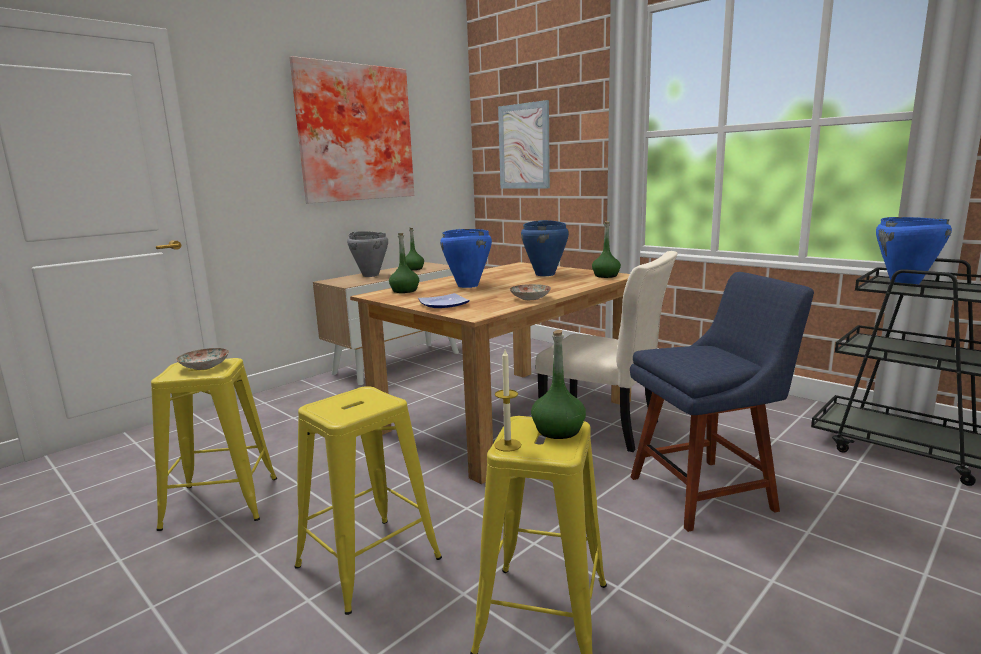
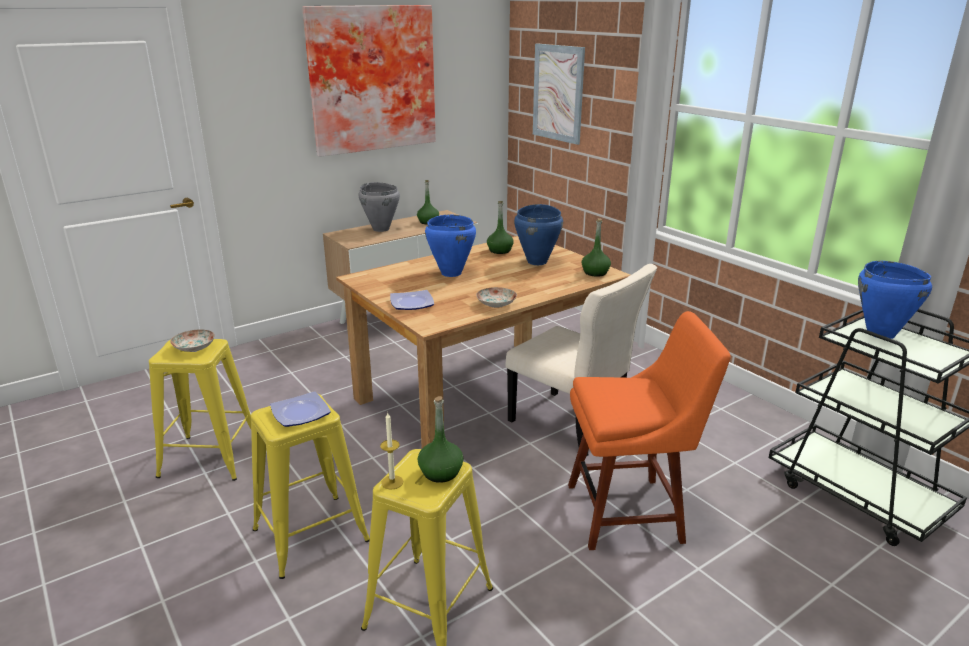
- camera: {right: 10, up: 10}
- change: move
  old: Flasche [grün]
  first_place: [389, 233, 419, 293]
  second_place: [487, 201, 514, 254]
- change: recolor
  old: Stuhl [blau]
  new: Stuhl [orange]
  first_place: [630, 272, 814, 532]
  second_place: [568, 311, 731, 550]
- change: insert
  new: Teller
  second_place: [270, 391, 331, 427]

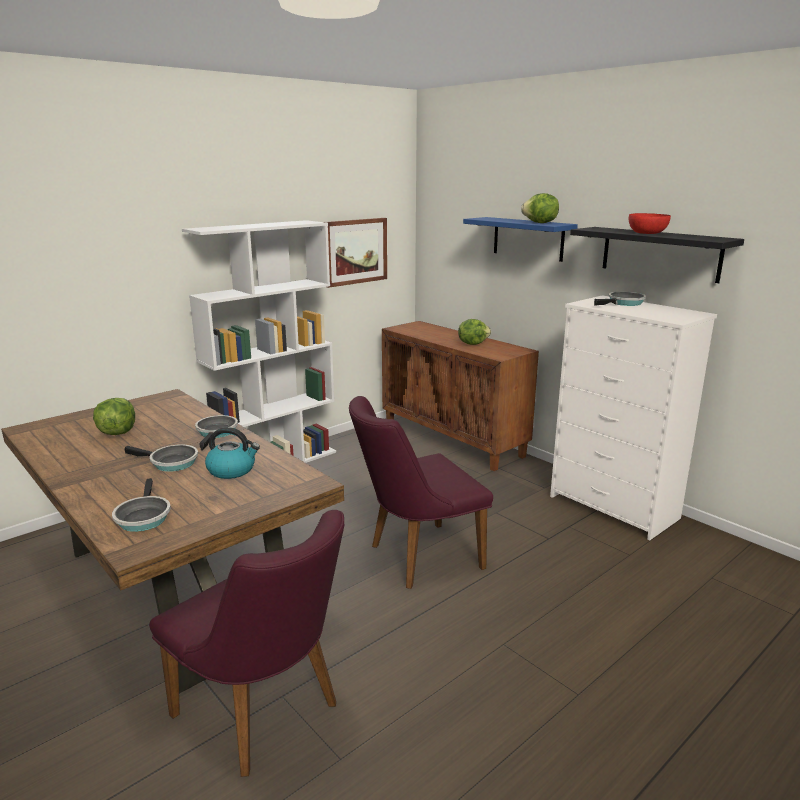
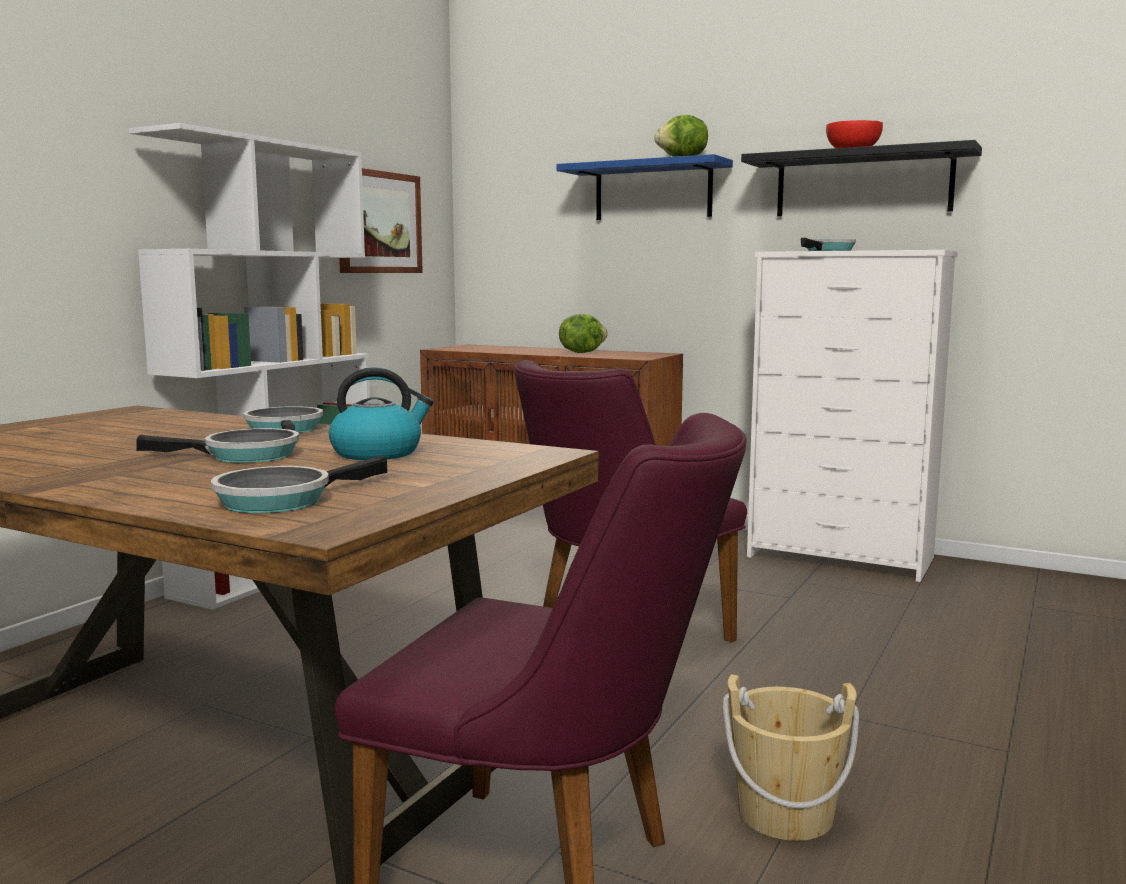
- camera: {right: -20, up: -10}
- change: delete
  old: Salatkopf
  first_place: [93, 398, 135, 435]
- change: rotate
  old: Pfanne
  first_place: [112, 478, 171, 532]
  second_place: [211, 455, 387, 513]
  degrees: 75
- change: insert
  new: Eimer [beige]
  second_place: [723, 674, 859, 841]

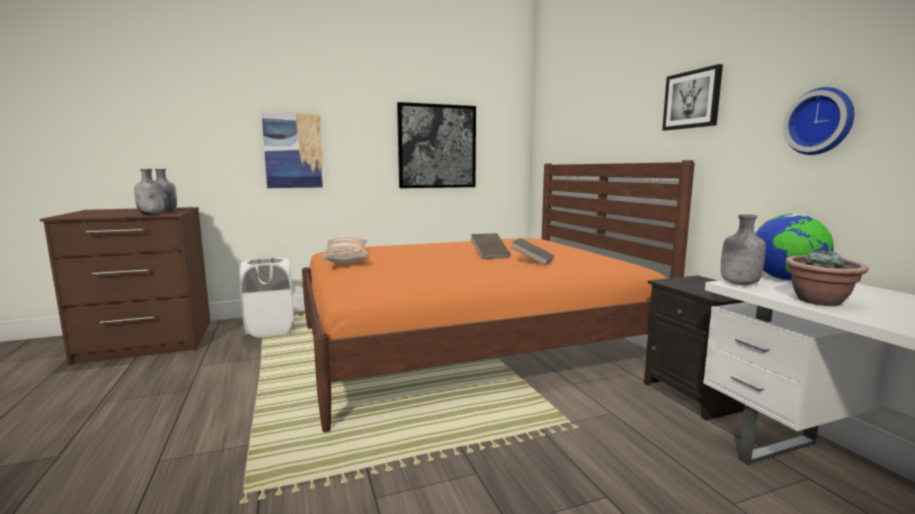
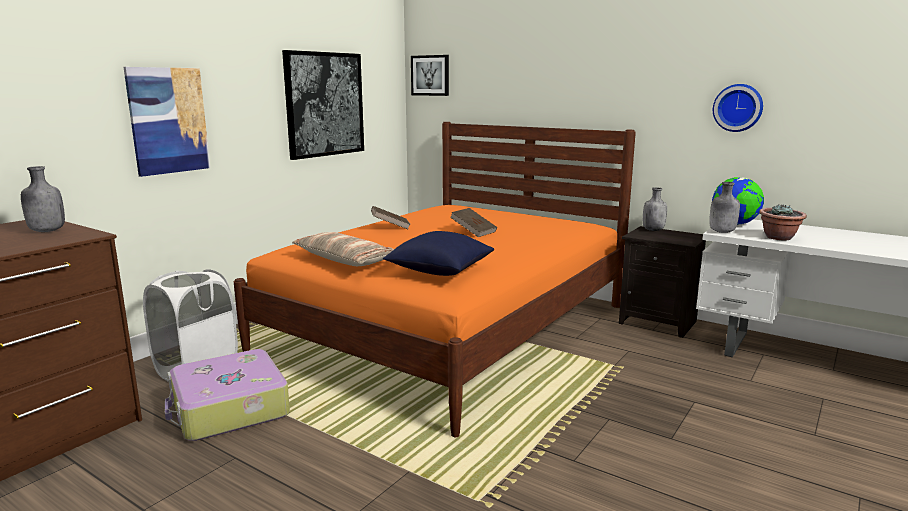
- camera: {right: -35, up: 5}
- change: move
  old: Flasche [grau]
  first_place: [134, 169, 164, 215]
  second_place: [643, 187, 667, 231]
- change: move
  old: Buch [braun]
  first_place: [511, 238, 554, 266]
  second_place: [371, 206, 410, 229]
- change: move
  old: Bild
  first_place: [662, 64, 723, 131]
  second_place: [411, 55, 449, 96]
- change: insert
  new: Koffer
  second_place: [165, 349, 290, 441]
- change: insert
  new: Kissen [blau]
  second_place: [383, 231, 494, 276]

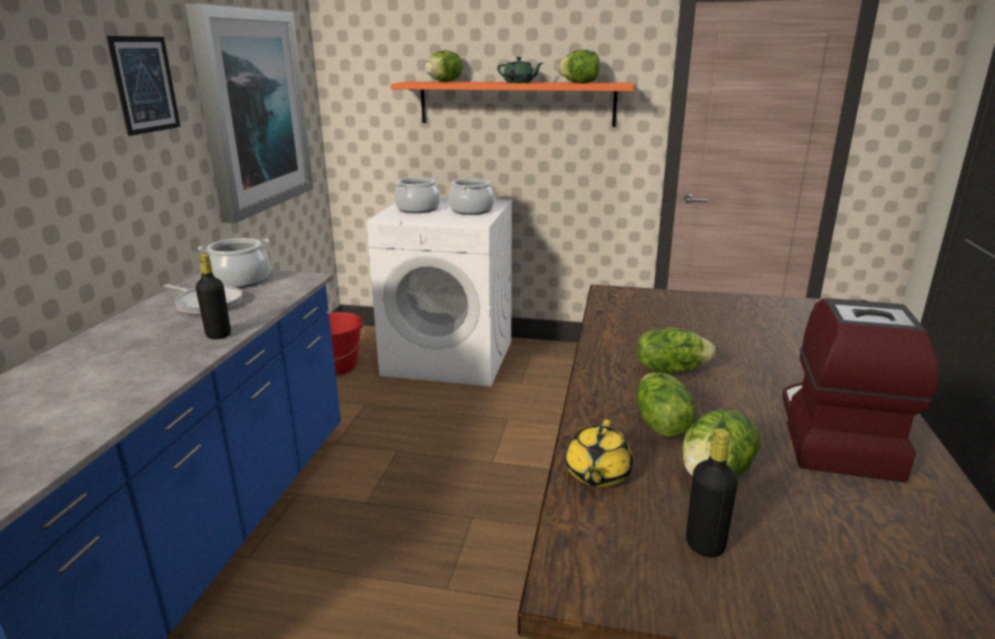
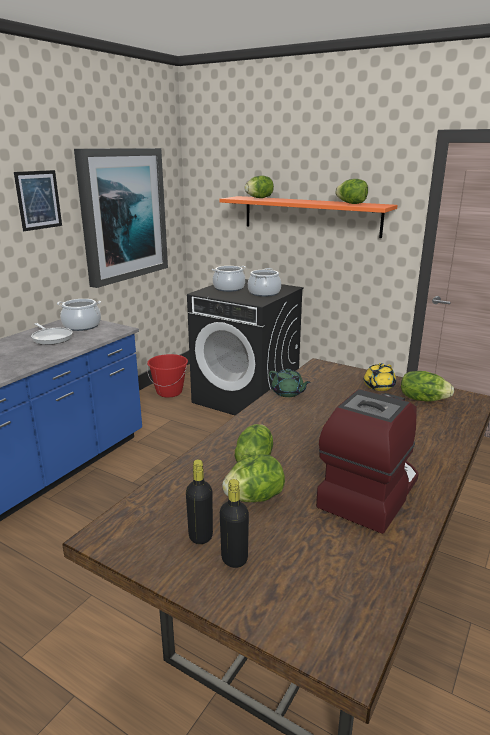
- camera: {right: 20, up: 0}
- change: move
  old: Flasche [schwarz]
  first_place: [196, 254, 231, 339]
  second_place: [220, 479, 249, 568]
- change: recolor
  old: Waschmaschine [weiß]
  new: Waschmaschine [schwarz]
  first_place: [367, 197, 512, 387]
  second_place: [187, 279, 304, 415]
- change: move
  old: Teekanne [grün]
  first_place: [497, 57, 543, 83]
  second_place: [269, 369, 311, 397]
- change: move
  old: Teekanne [gelb]
  first_place: [566, 420, 633, 487]
  second_place: [364, 363, 396, 391]
- change: move
  old: Salatkopf
  first_place: [637, 327, 716, 373]
  second_place: [401, 371, 454, 401]

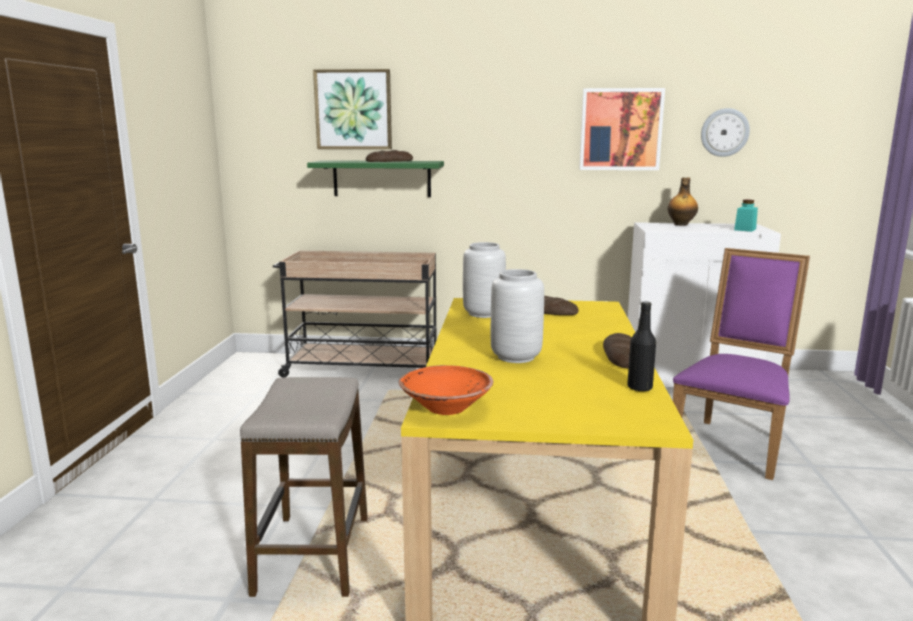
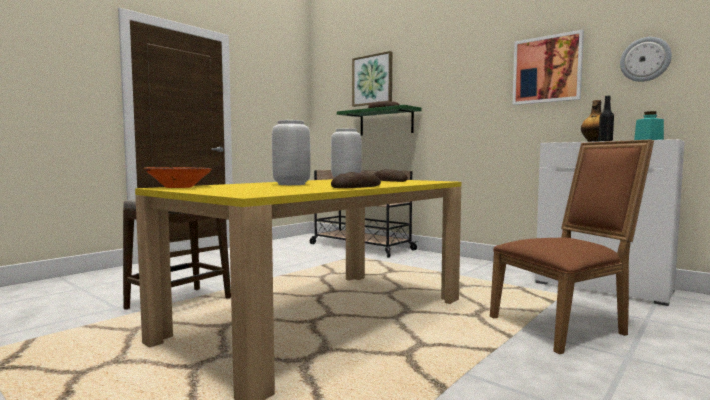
- camera: {right: 35, up: -10}
- change: move
  old: Flasche [schwarz]
  first_place: [627, 301, 656, 391]
  second_place: [598, 96, 614, 141]
- change: recolor
  old: Stuhl [lila]
  new: Stuhl [braun]
  first_place: [673, 248, 810, 480]
  second_place: [490, 139, 654, 354]

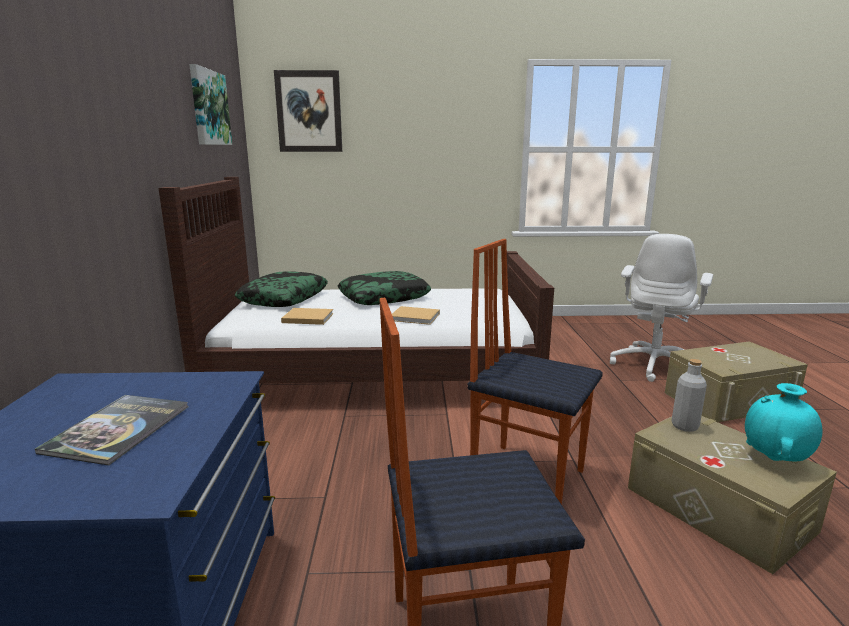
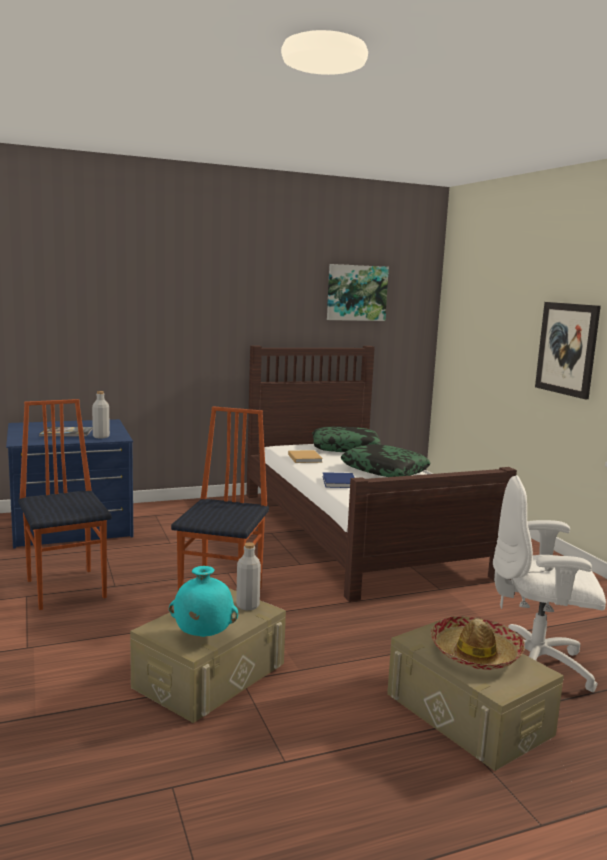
- camera: {right: 70, up: -5}
- change: move
  old: Bild
  first_place: [274, 70, 342, 152]
  second_place: [535, 302, 601, 399]
- change: recolor
  old: Buch [beige]
  new: Buch [blau]
  first_place: [392, 306, 440, 325]
  second_place: [322, 472, 355, 488]
- change: insert
  new: Flasche [grau]
  second_place: [92, 391, 110, 438]
- change: insert
  new: Hut
  second_place: [430, 616, 525, 670]

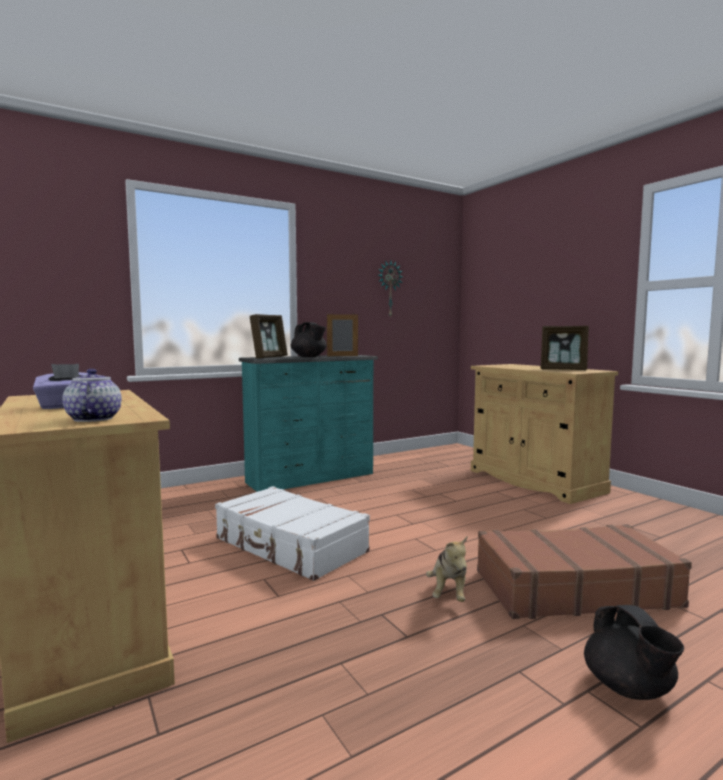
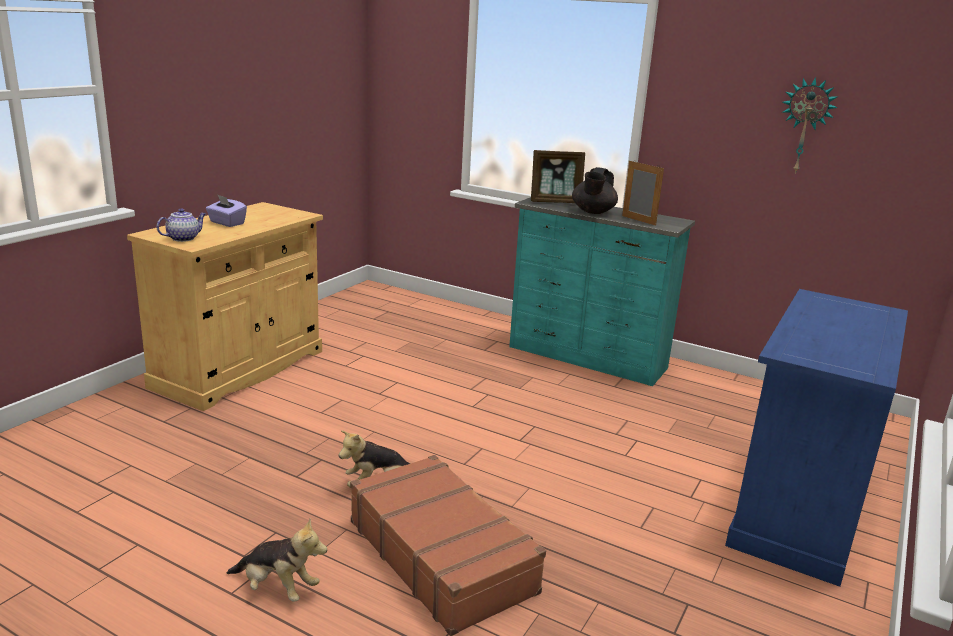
- camera: {right: 60, up: 15}
- change: delete
  old: Koffer [weiß]
  first_place: [215, 486, 370, 581]
- change: recolor
  old: Schrank [beige]
  new: Schrank [blau]
  first_place: [471, 364, 618, 504]
  second_place: [725, 289, 908, 587]
- change: delete
  old: Bilderrahmen
  first_place: [541, 326, 589, 370]
- change: replace
  old: Teekanne [schwarz]
  new: Plüschtier
  first_place: [584, 605, 684, 700]
  second_place: [227, 519, 327, 602]

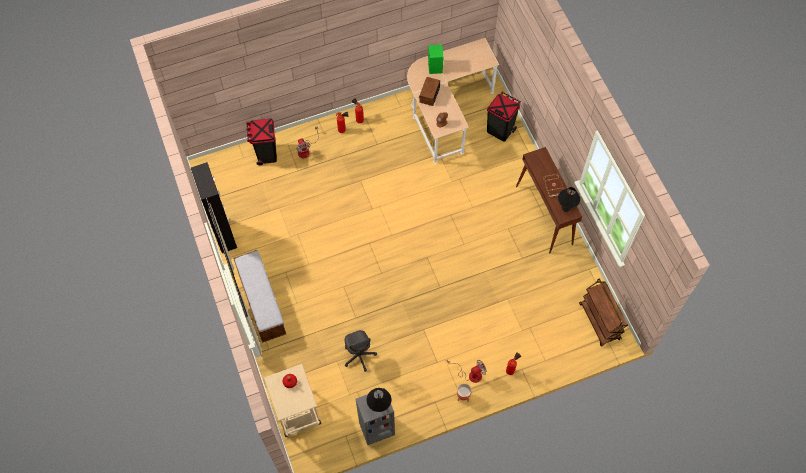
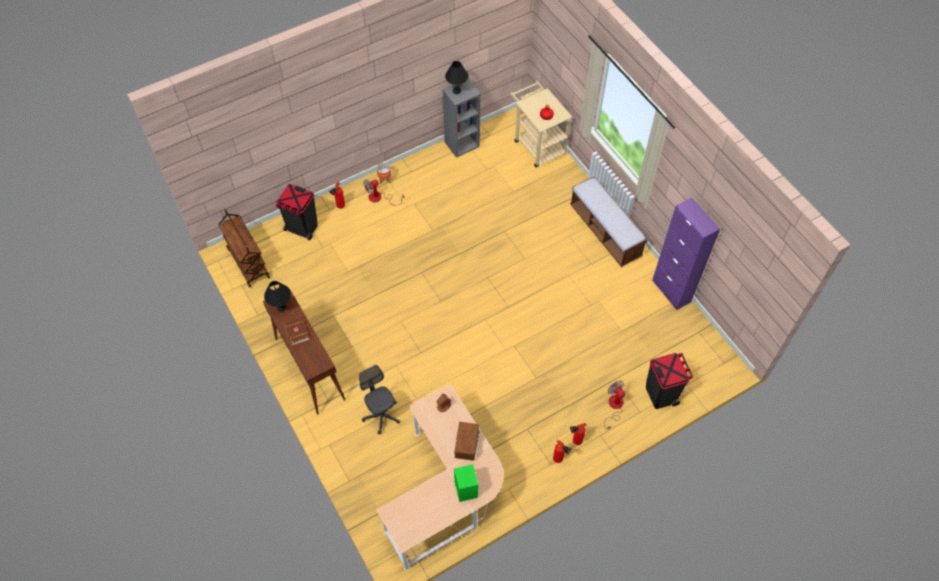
- camera: {right: 170, up: -5}
- change: recolor
  old: Schrank [schwarz]
  new: Schrank [lila]
  first_place: [191, 162, 237, 253]
  second_place: [652, 198, 720, 310]
- change: move
  old: Bürostuhl [grau]
  first_place: [344, 330, 377, 372]
  second_place: [359, 365, 400, 435]
- change: move
  old: Mülleimer [schwarz]
  first_place: [487, 91, 521, 142]
  second_place: [275, 184, 318, 240]

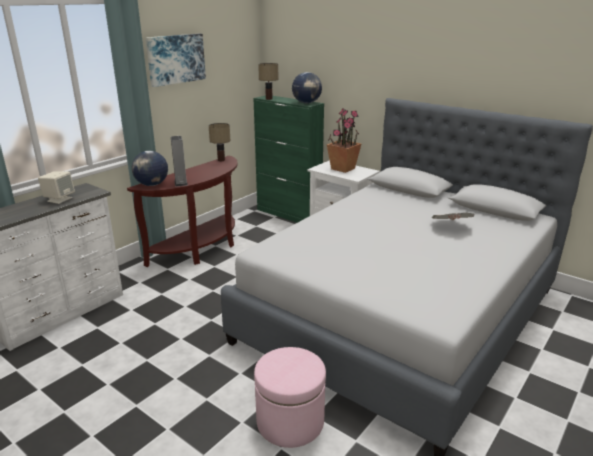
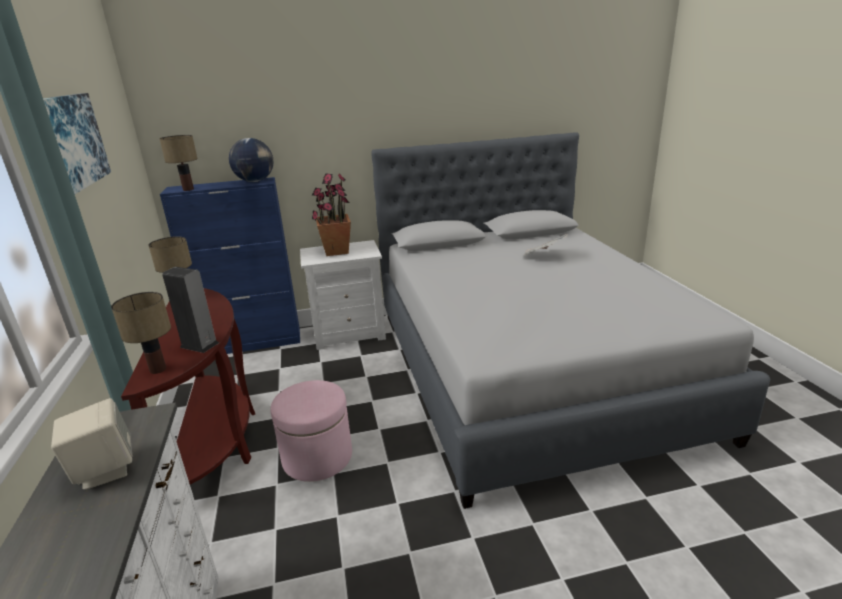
- camera: {right: -50, up: 0}
- change: replace
  old: Globus
  new: Tischlampe
  first_place: [132, 151, 168, 186]
  second_place: [111, 292, 171, 374]
- change: recolor
  old: Schrank [grün]
  new: Schrank [blau]
  first_place: [253, 96, 324, 223]
  second_place: [160, 177, 300, 354]
- change: move
  old: Polsterhocker [rosa]
  first_place: [254, 347, 326, 448]
  second_place: [270, 380, 352, 482]

